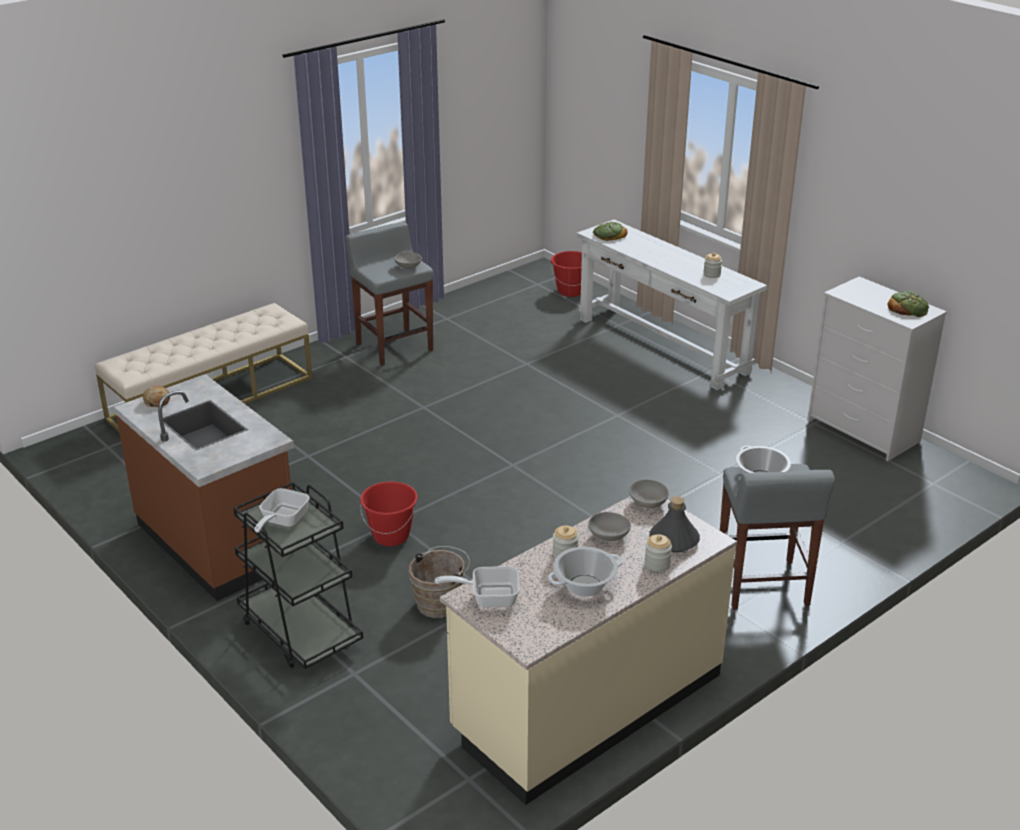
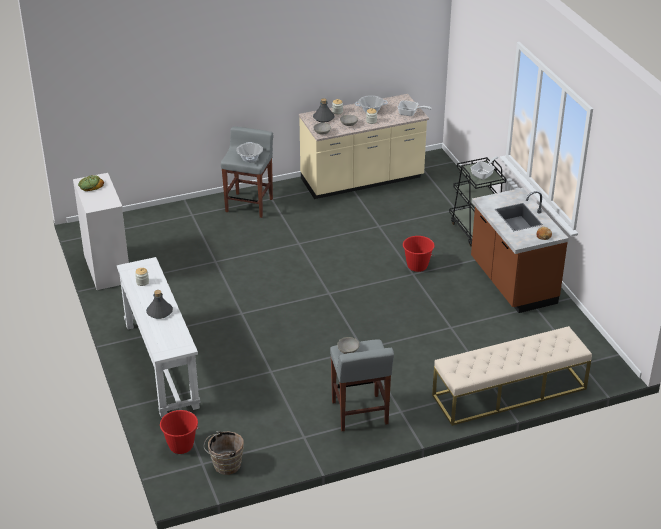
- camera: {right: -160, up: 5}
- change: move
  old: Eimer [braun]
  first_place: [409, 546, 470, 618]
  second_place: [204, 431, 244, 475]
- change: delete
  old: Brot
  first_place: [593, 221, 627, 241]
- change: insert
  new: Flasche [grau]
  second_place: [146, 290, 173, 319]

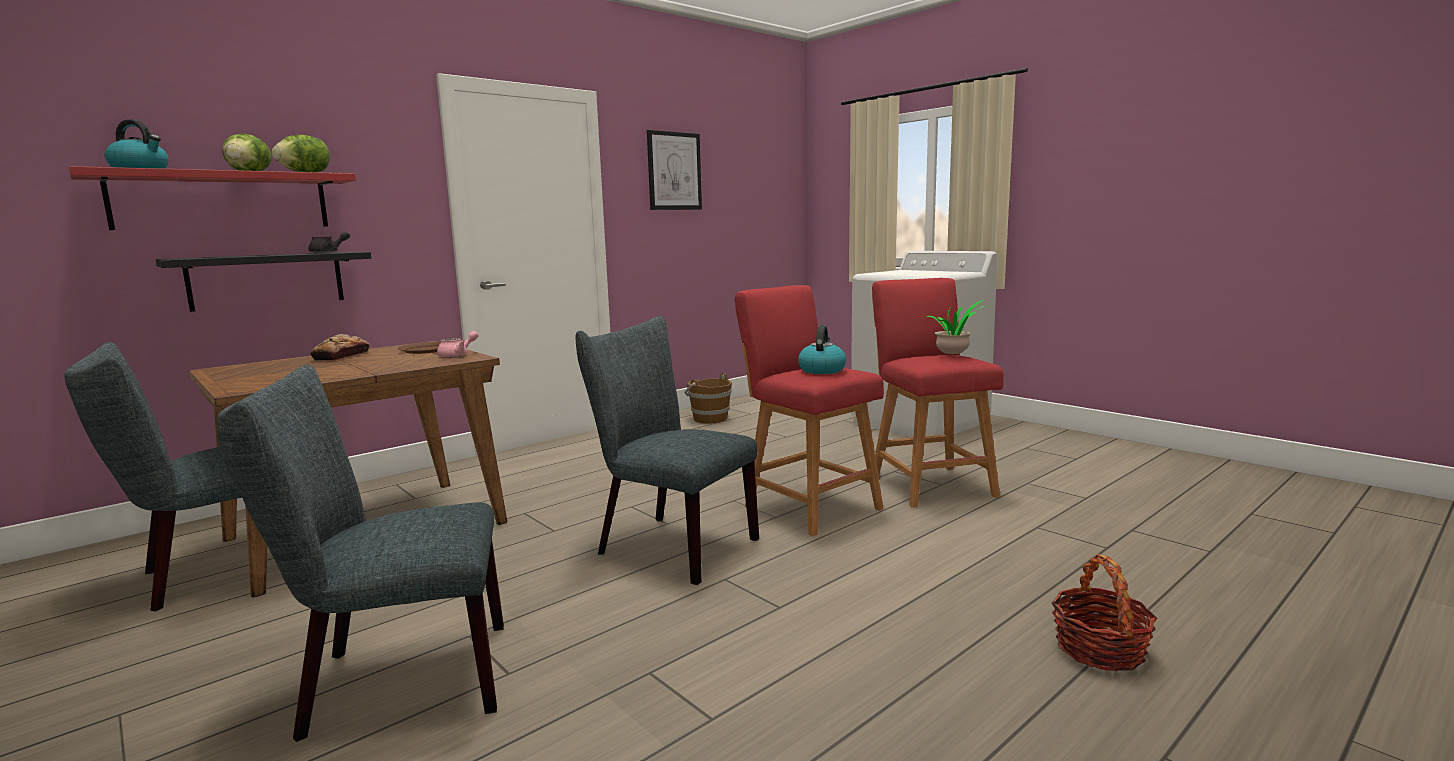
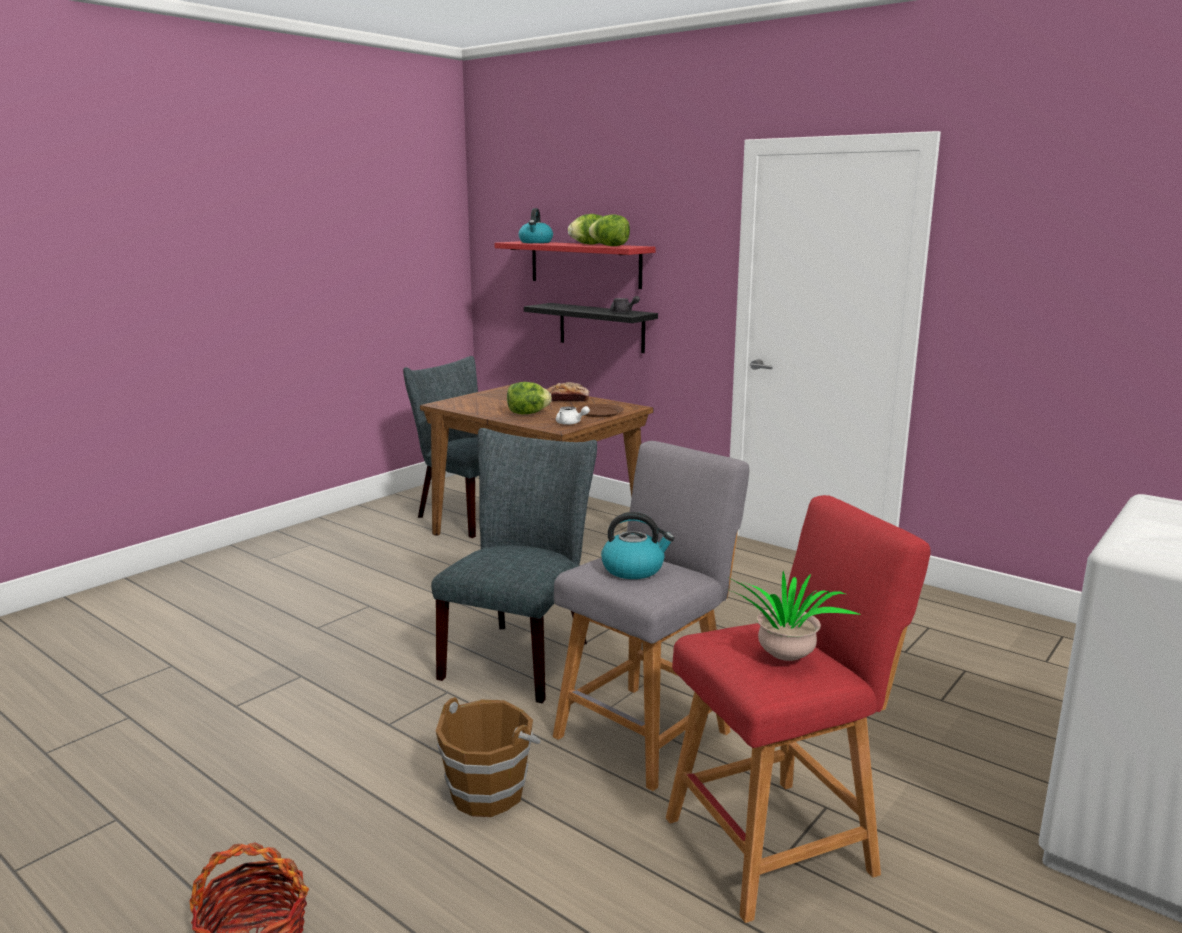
- camera: {right: 80, up: 5}
- change: delete
  old: Stuhl [grau]
  first_place: [217, 365, 504, 742]
- change: recolor
  old: Teekanne [rosa]
  new: Teekanne [weiß]
  first_place: [437, 331, 479, 358]
  second_place: [556, 406, 590, 425]
- change: delete
  old: Bild
  first_place: [647, 130, 702, 210]
- change: move
  old: Eimer [braun]
  first_place: [684, 373, 732, 424]
  second_place: [436, 697, 541, 817]
- change: recolor
  old: Hocker [rot]
  new: Hocker [grau]
  first_place: [735, 285, 884, 536]
  second_place: [553, 441, 749, 791]
- change: insert
  new: Salatkopf
  second_place: [507, 382, 552, 414]

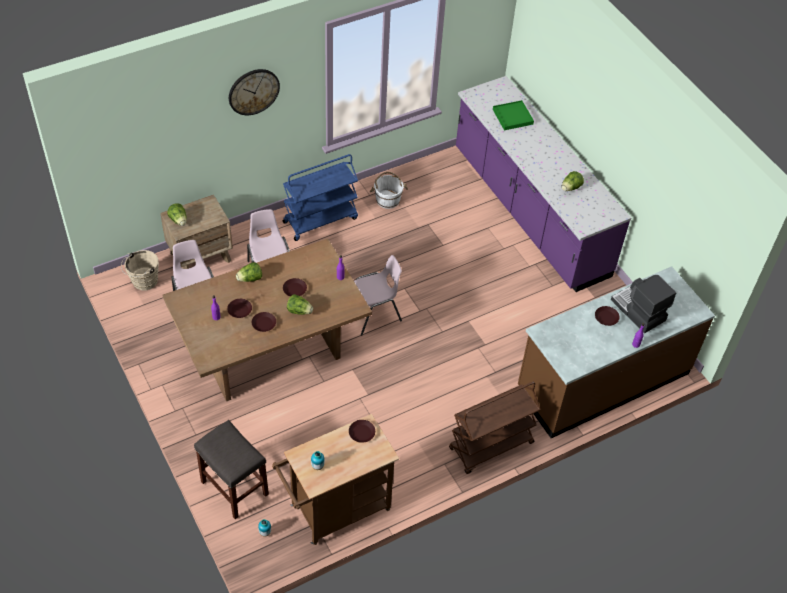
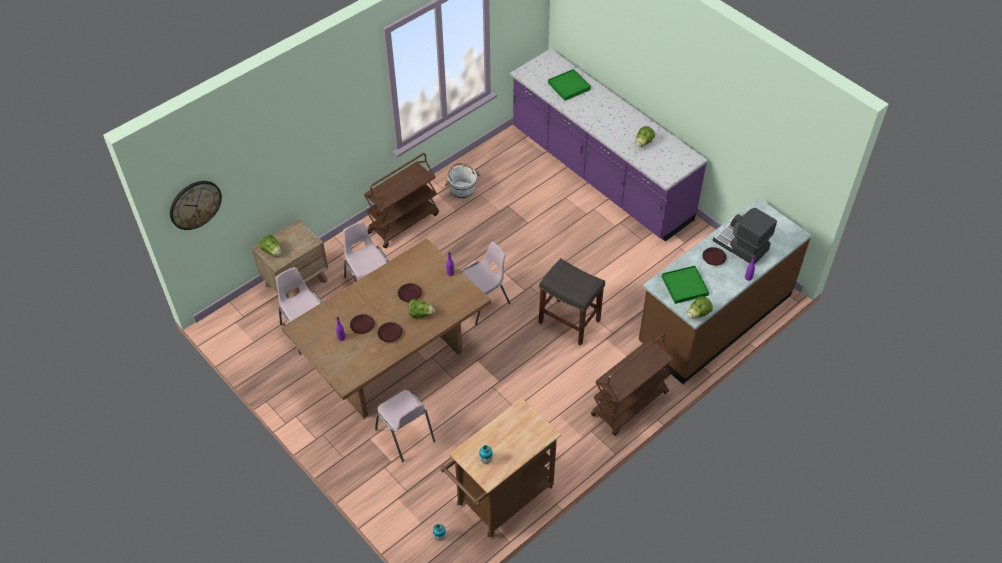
- camera: {right: -10, up: 0}
- change: delete
  old: Eimer [beige]
  first_place: [121, 250, 159, 290]
- change: move
  old: Hocker [grau]
  first_place: [194, 420, 269, 519]
  second_place: [539, 258, 605, 346]
- change: move
  old: Wanduhr
  first_place: [229, 69, 280, 115]
  second_place: [170, 181, 222, 230]
- change: move
  old: Salatkopf
  first_place: [236, 262, 262, 282]
  second_place: [687, 296, 713, 319]
- change: recolor
  old: Rollwagen [blau]
  new: Rollwagen [braun]
  first_place: [283, 154, 358, 241]
  second_place: [364, 153, 439, 248]
- change: delete
  old: Teller [braun]
  first_place: [349, 420, 375, 443]
- change: insert
  new: Stuhl [rosa]
  second_place: [375, 390, 435, 462]
- change: insert
  new: Tablett [grün]
  second_place: [662, 266, 709, 304]

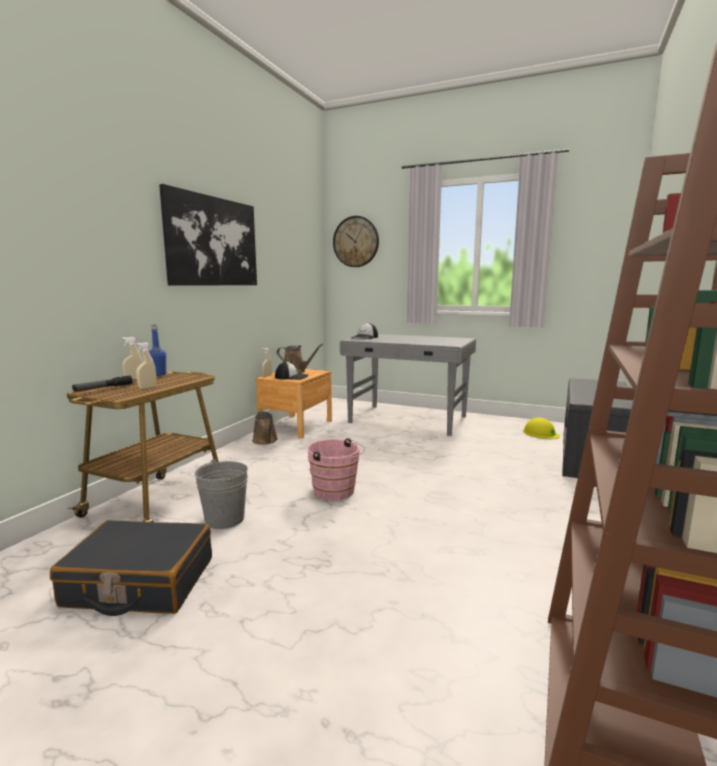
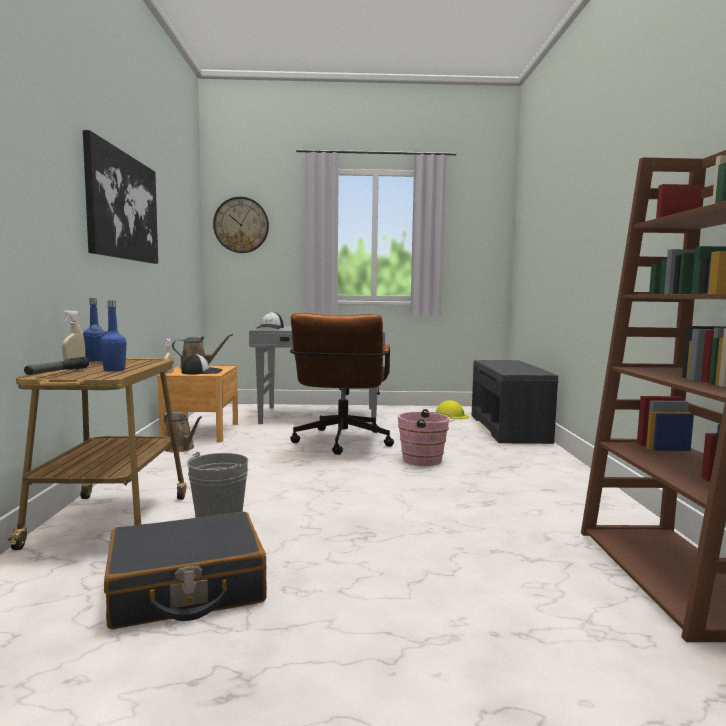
- camera: {right: -25, up: -5}
- change: replace
  old: Sprühflasche [beige]
  new: Flasche [blau]
  first_place: [136, 342, 156, 389]
  second_place: [100, 300, 127, 371]
- change: move
  old: Eimer [rosa]
  first_place: [307, 438, 365, 501]
  second_place: [398, 409, 456, 466]
- change: insert
  new: Bürostuhl [braun]
  second_place: [290, 313, 394, 455]

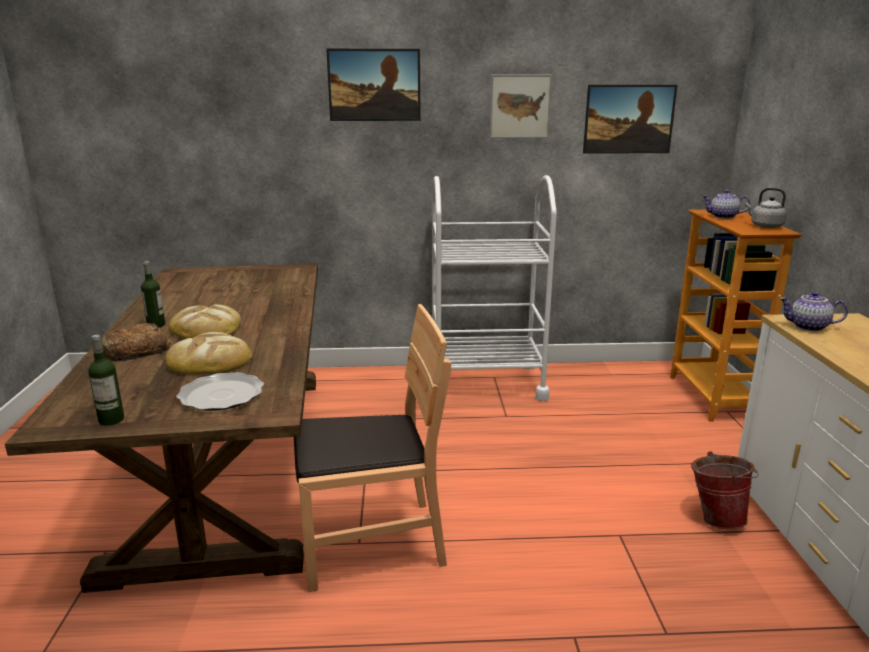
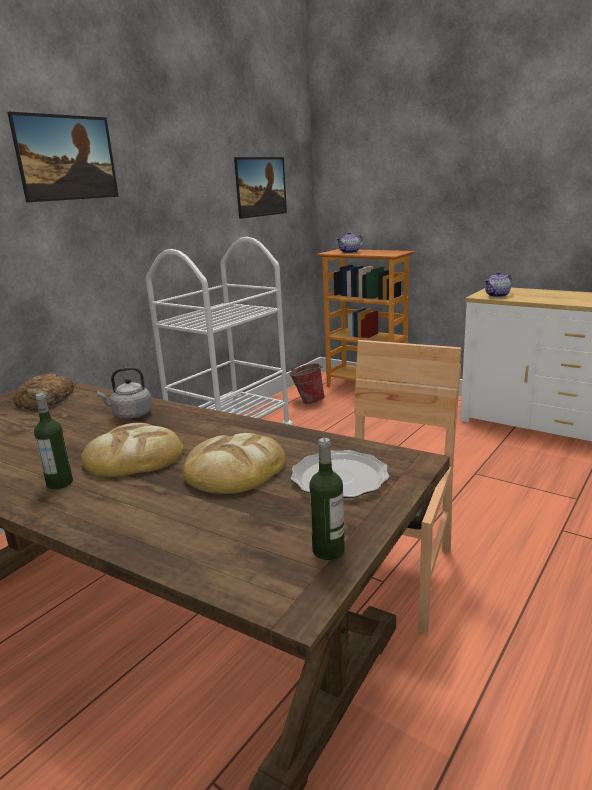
- camera: {right: -50, up: 0}
- change: move
  old: Brot
  first_place: [101, 323, 171, 361]
  second_place: [14, 372, 74, 409]
- change: delete
  old: Bild
  first_place: [489, 75, 552, 138]
- change: move
  old: Eimer
  first_place: [691, 451, 759, 529]
  second_place: [289, 363, 325, 404]
- change: move
  old: Wasserkessel [grau]
  first_place: [746, 188, 787, 228]
  second_place: [97, 367, 152, 419]

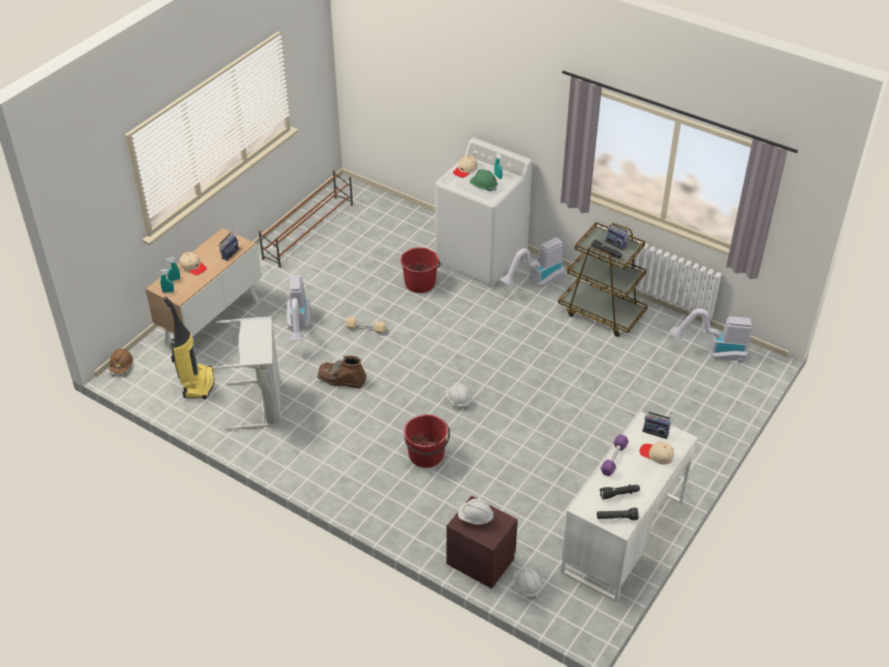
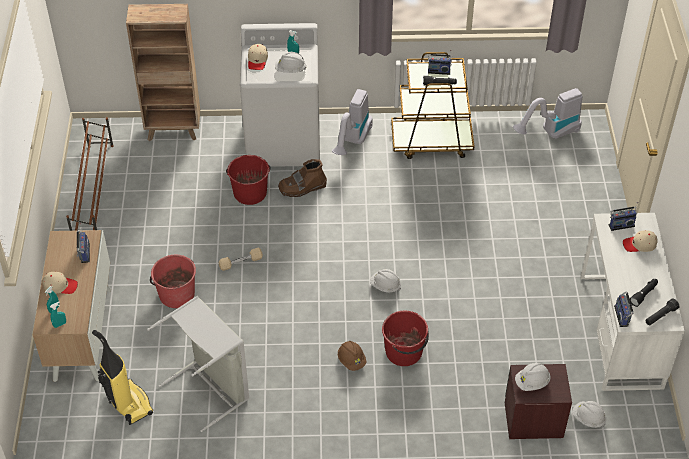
- camera: {right: -35, up: 5}
- change: move
  old: Schutzhelm [braun]
  first_place: [109, 349, 133, 374]
  second_place: [338, 341, 366, 371]
- change: replace
  old: Staubsauger
  new: Eimer [rot]
  first_place: [287, 275, 311, 341]
  second_place: [150, 255, 196, 308]
- change: move
  old: Stiefel [braun]
  first_place: [318, 356, 366, 388]
  second_place: [278, 159, 327, 197]
- change: recolor
  old: Schutzhelm [grün]
  new: Schutzhelm [weiß]
  first_place: [470, 169, 498, 192]
  second_place: [275, 52, 306, 73]
- change: delete
  old: Hantel [lila]
  first_place: [600, 434, 629, 476]
- change: insert
  new: Bücherregal [braun]
  second_place: [126, 4, 200, 141]
- change: insert
  new: Radio
  second_place: [614, 291, 634, 327]

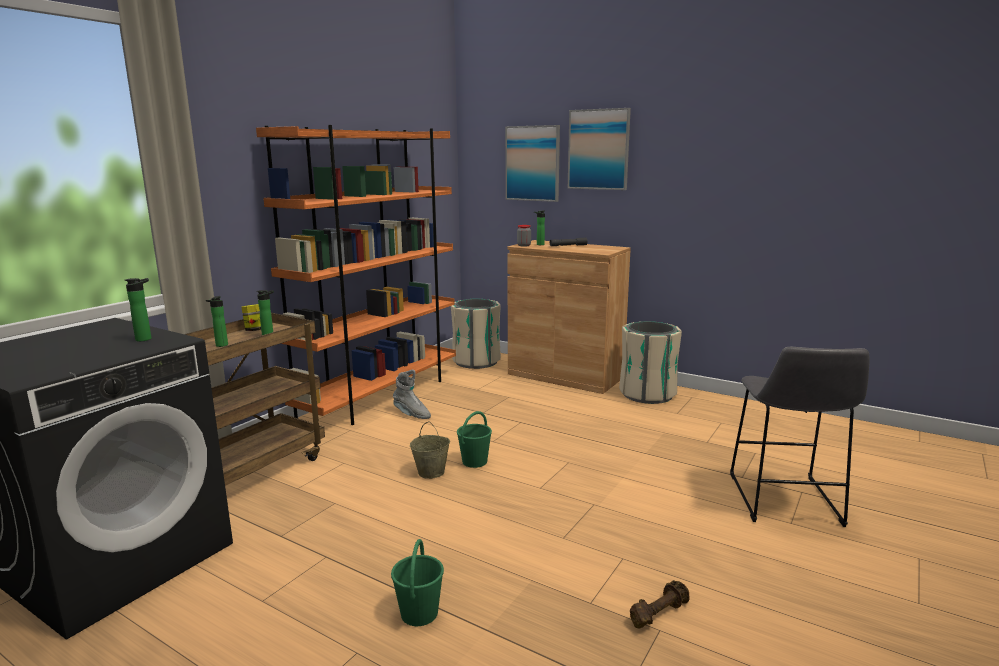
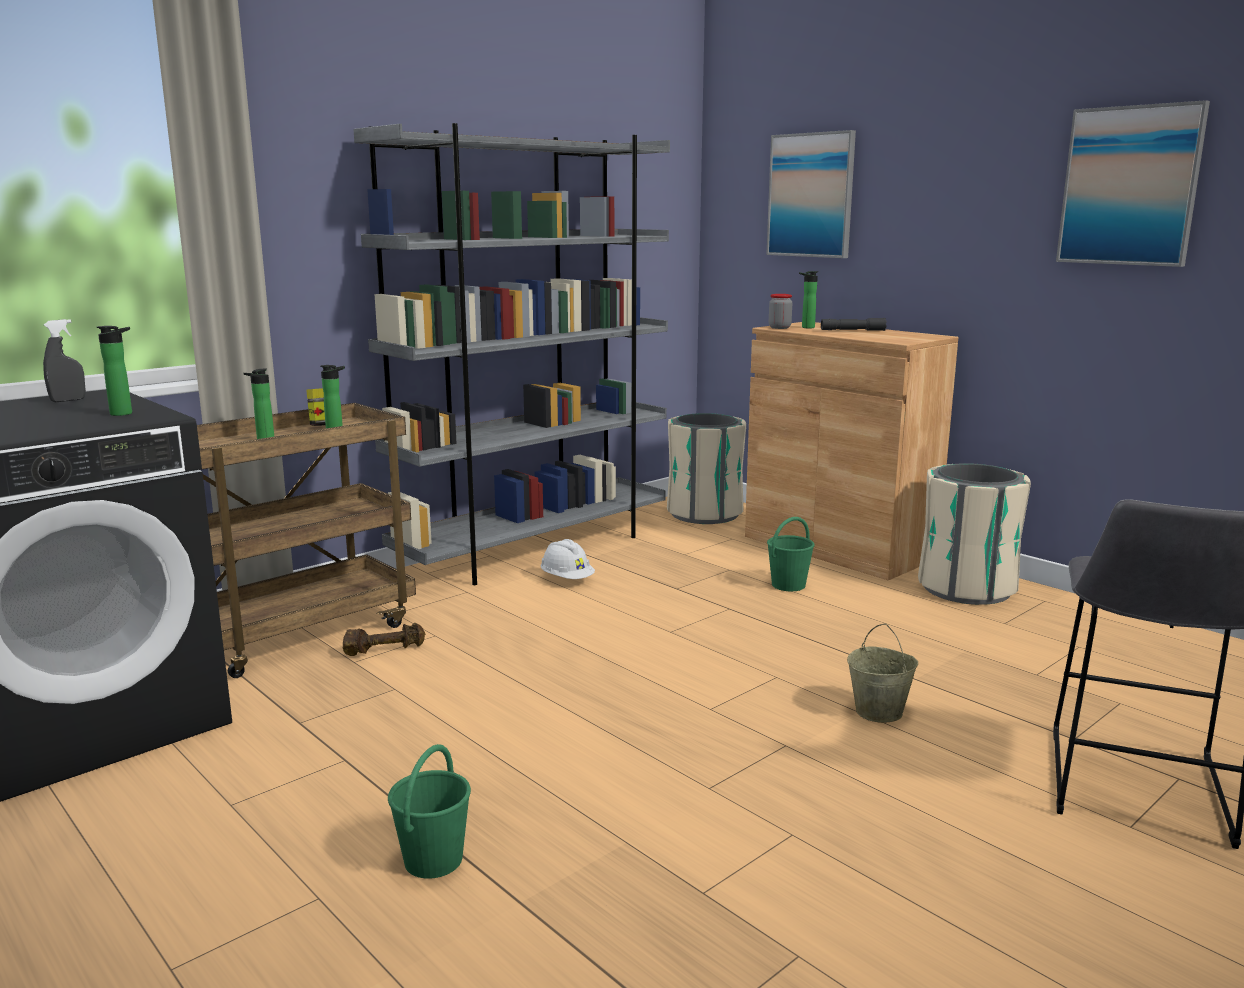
- camera: {right: 15, up: 0}
- change: recolor
  old: Bücherregal [orange]
  new: Bücherregal [grau]
  first_place: [256, 125, 456, 425]
  second_place: [353, 123, 670, 585]
- change: replace
  old: Stiefel [grau]
  new: Schutzhelm [weiß]
  first_place: [393, 370, 431, 419]
  second_place: [540, 539, 595, 579]
- change: move
  old: Eimer [beige]
  first_place: [410, 421, 450, 479]
  second_place: [847, 623, 918, 723]
- change: move
  old: Eimer [grün]
  first_place: [457, 411, 492, 468]
  second_place: [767, 517, 815, 591]
- change: move
  old: Bild
  first_place: [568, 108, 631, 190]
  second_place: [1056, 100, 1210, 267]
- change: move
  old: Hantel [braun]
  first_place: [630, 580, 690, 629]
  second_place: [343, 623, 425, 656]
- change: insert
  new: Sprühflasche [grau]
  second_place: [43, 319, 86, 402]

